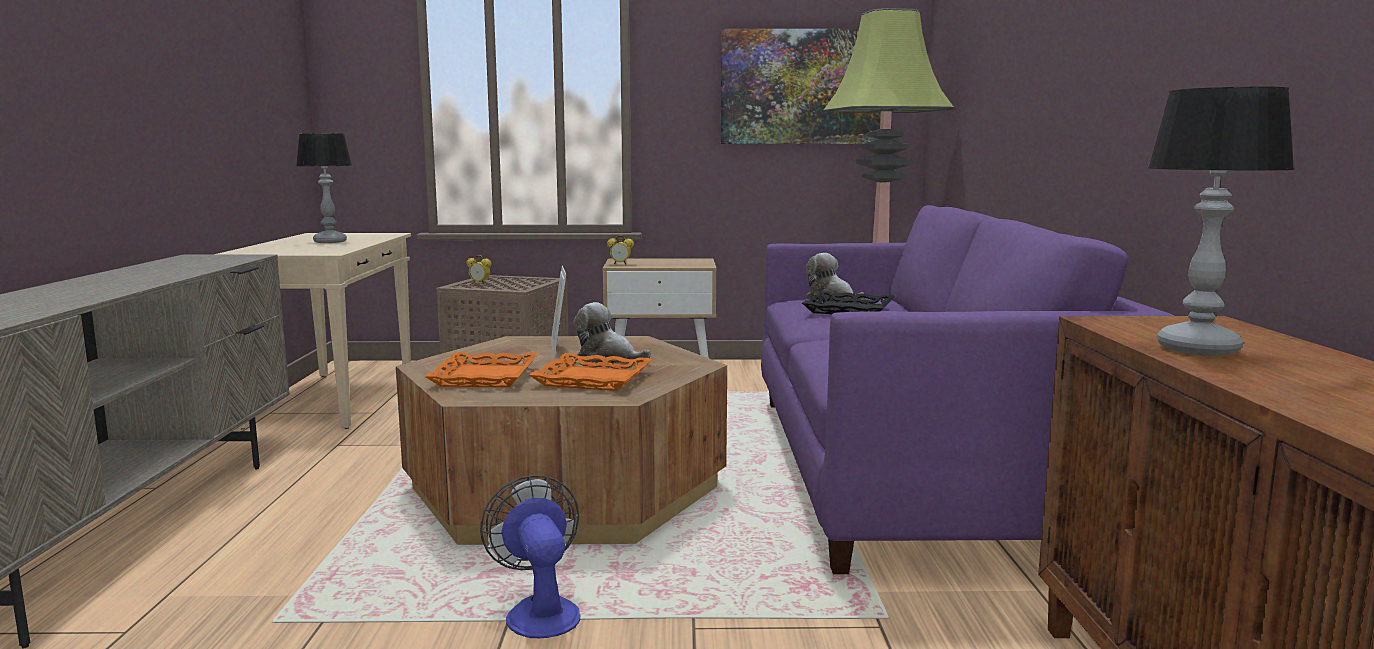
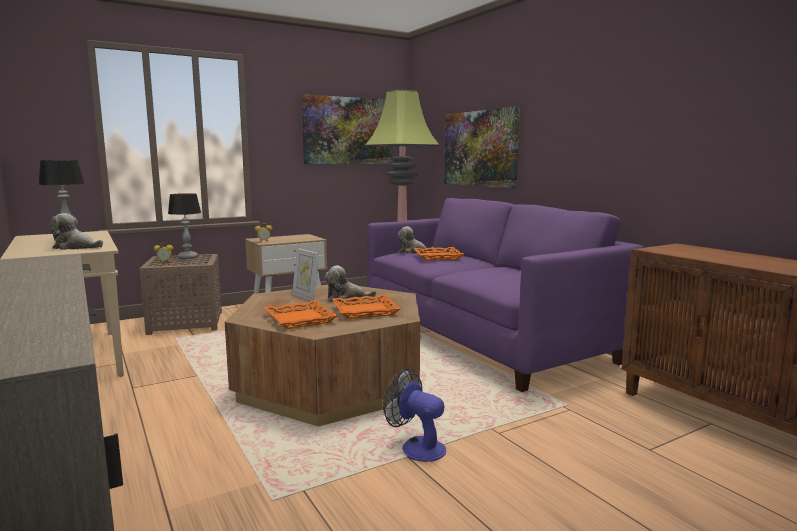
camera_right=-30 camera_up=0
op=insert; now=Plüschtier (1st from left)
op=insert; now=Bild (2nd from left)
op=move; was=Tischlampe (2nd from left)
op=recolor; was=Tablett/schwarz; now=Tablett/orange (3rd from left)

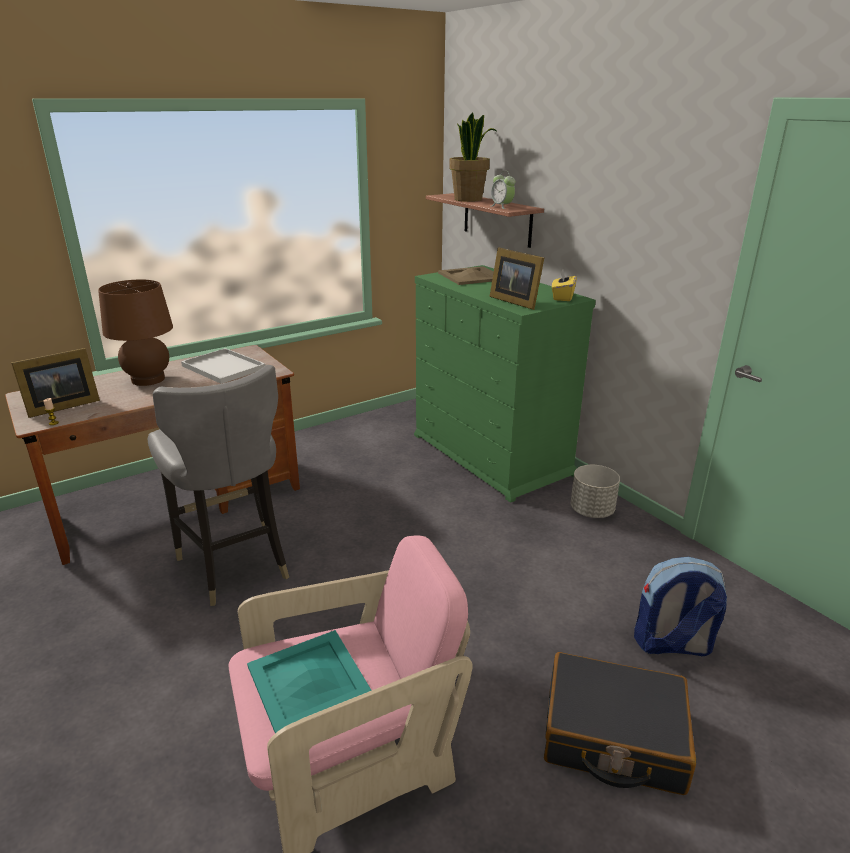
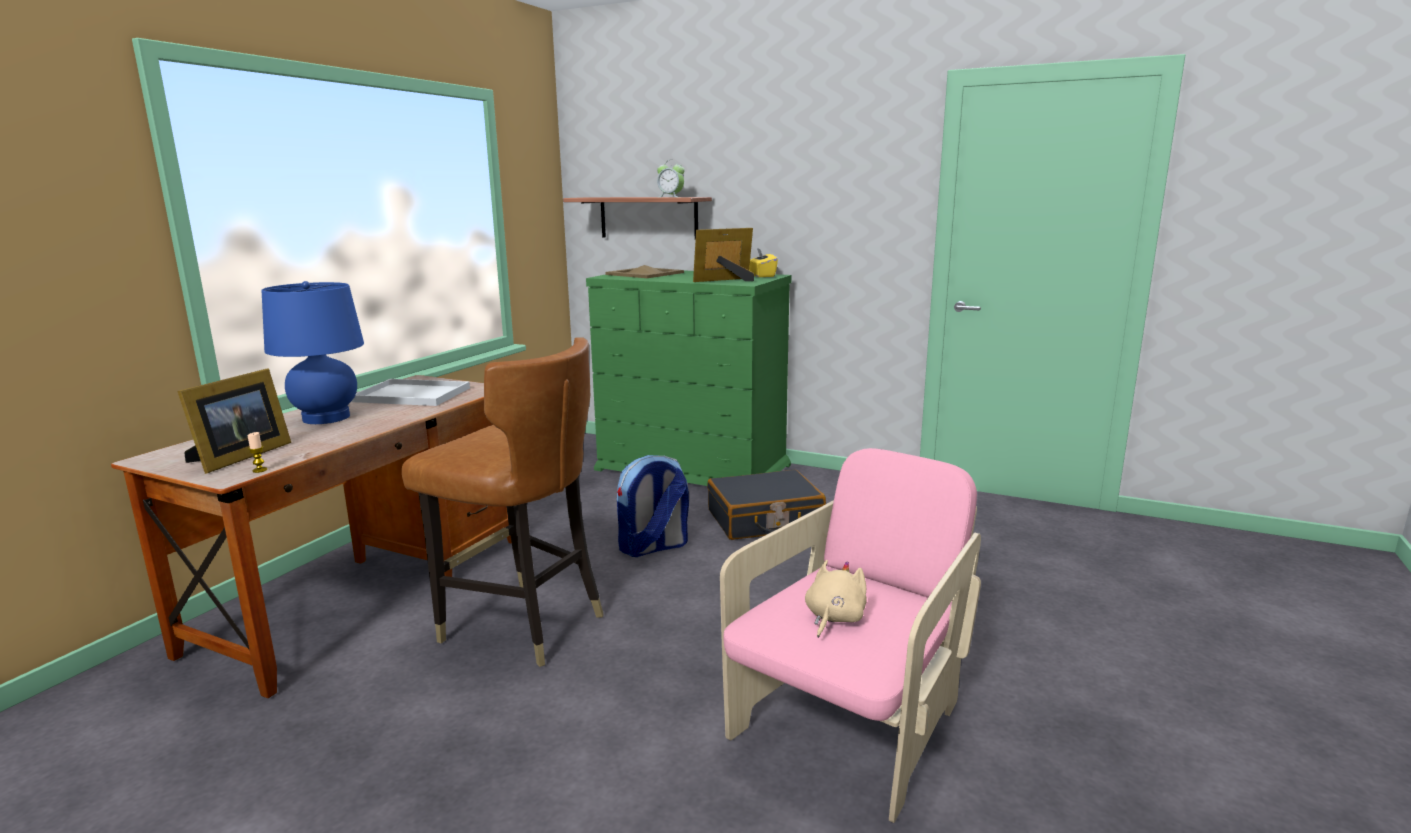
camera_right=-30 camera_up=-10
op=delete; was=Topfpflanze
op=delete; was=Pflanzkübel/grau
op=move; was=Koffer/schwarz
op=move; was=Rucksack
op=replace; was=Tablett/türkis; now=Plüschtier/beige
op=recolor; was=Tischlampe/braun; now=Tischlampe/blau
op=recolor; was=Stuhl/grau; now=Stuhl/braun
op=rotate; was=Bilderrahmen (2nd from left); clockwise=135

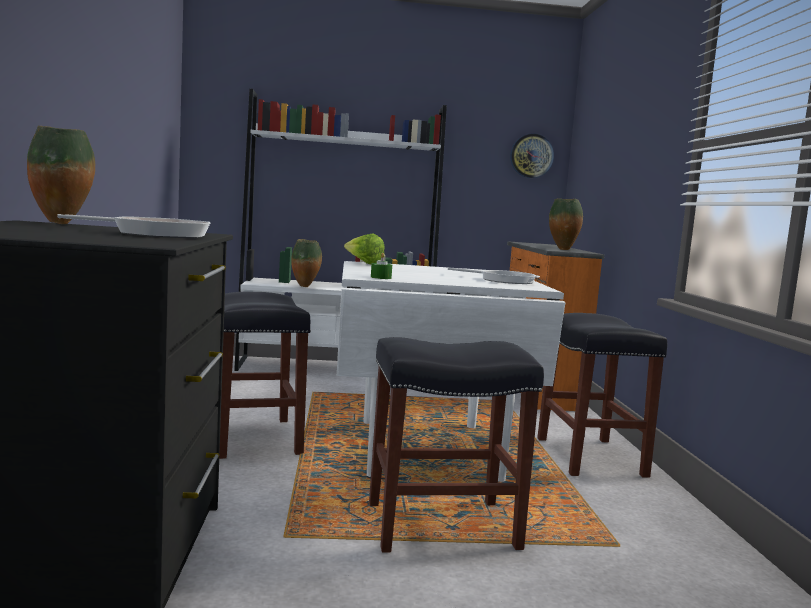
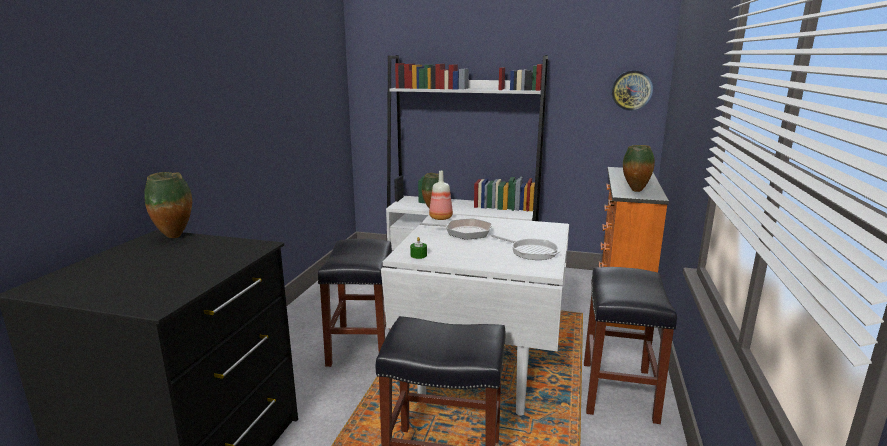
camera_right=20 camera_up=10
op=move; was=Pfanne (1st from left)
op=replace; was=Salatkopf; now=Flasche

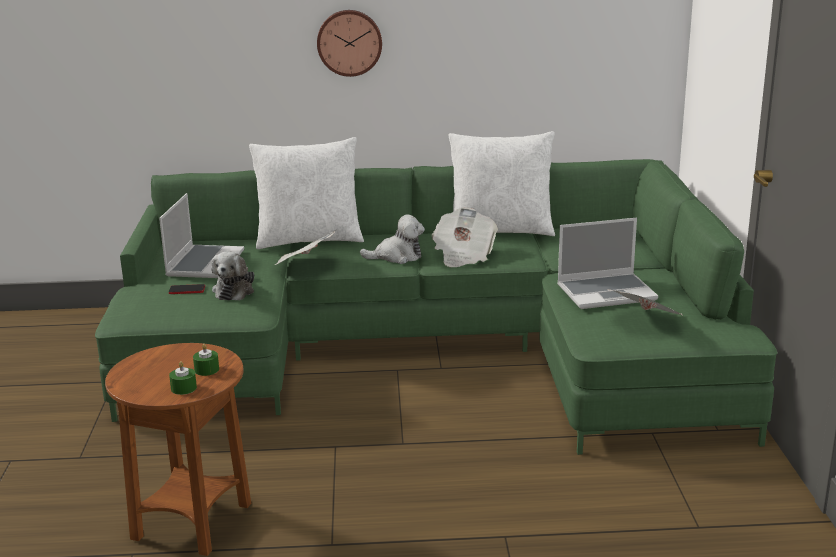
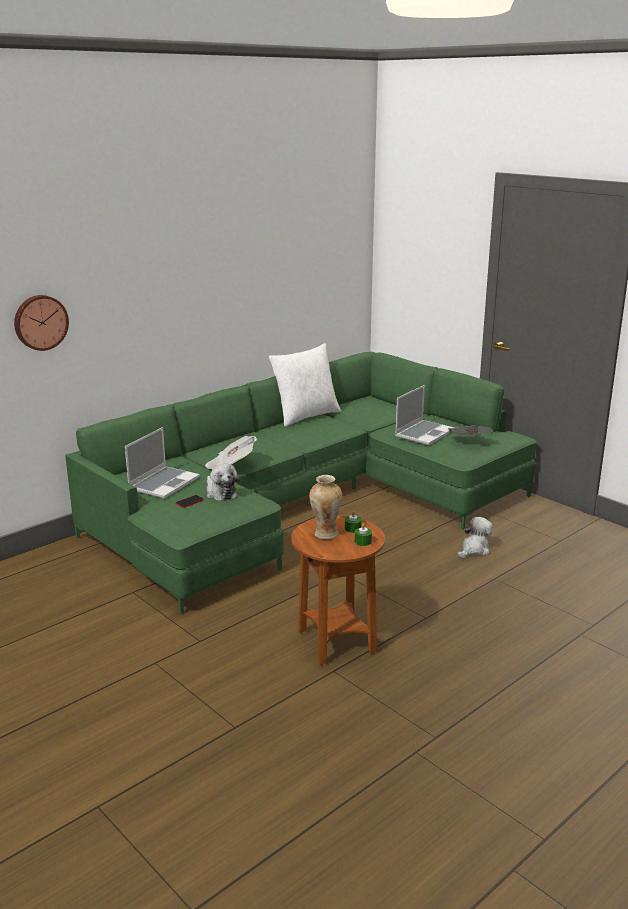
camera_right=-40 camera_up=0
op=delete; was=Kissen/weiß (1st from left)
op=delete; was=Zeitung (2nd from left)
op=insert; now=Vase
op=move; was=Wanduhr
op=move; was=Plüschtier (2nd from left)
op=rotate; was=Laptop (1st from left); clockwise=60

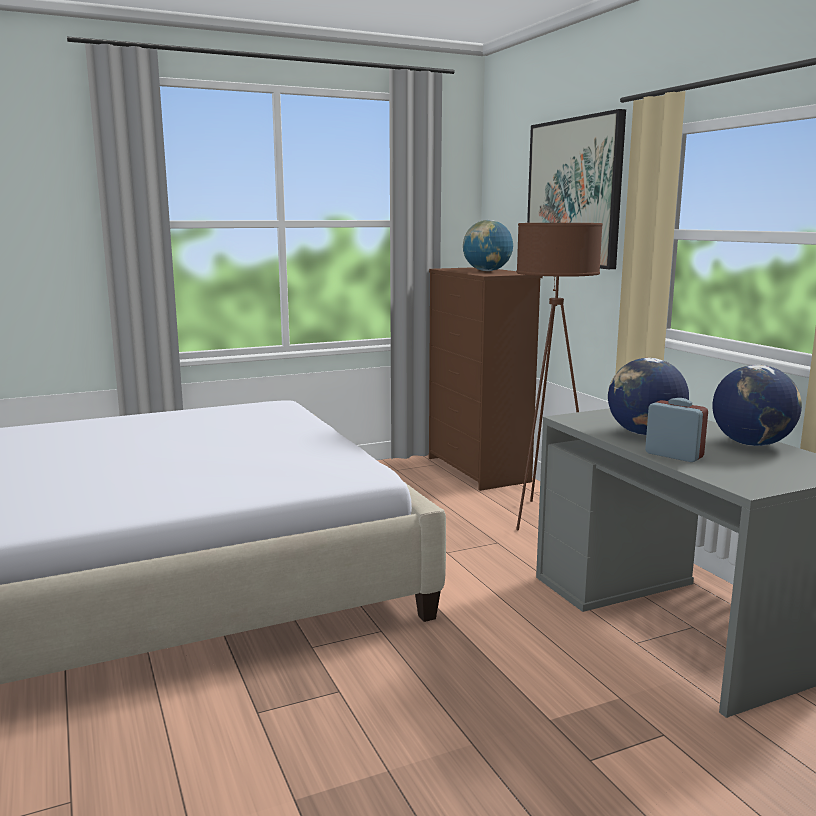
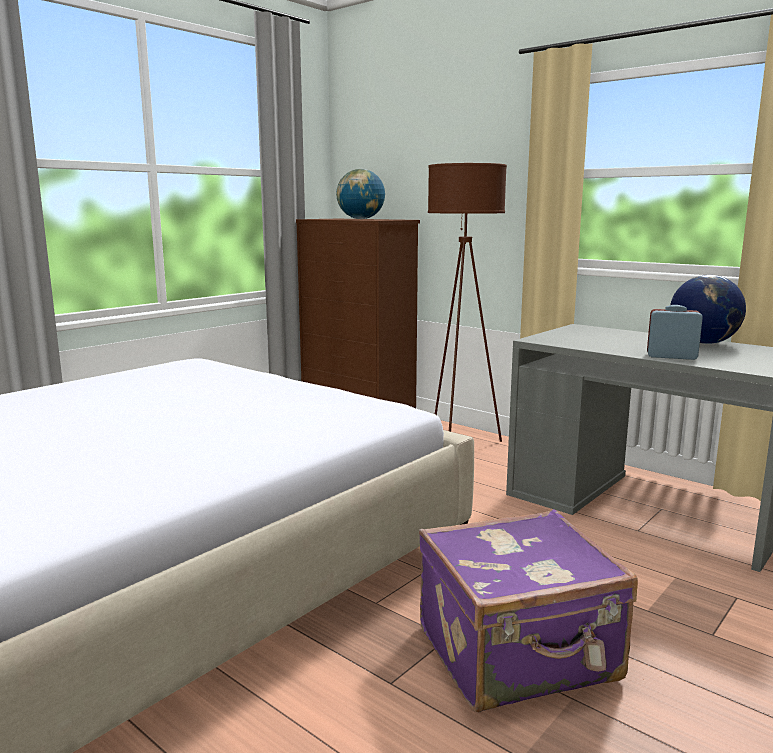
camera_right=-25 camera_up=0
op=delete; was=Bild
op=delete; was=Globus (2nd from left)
op=insert; now=Koffer/lila

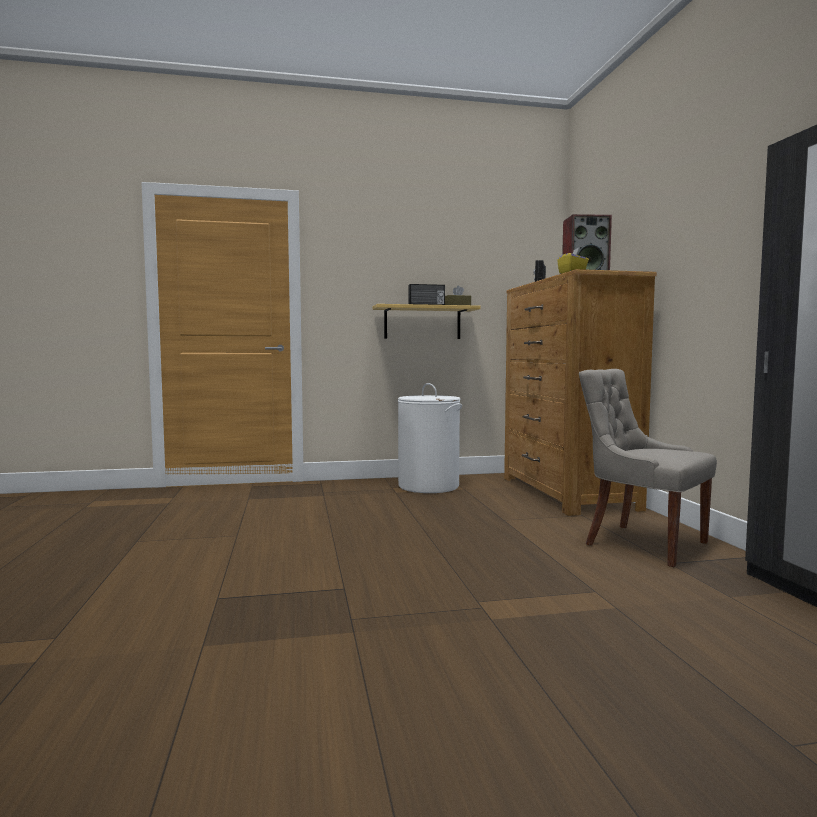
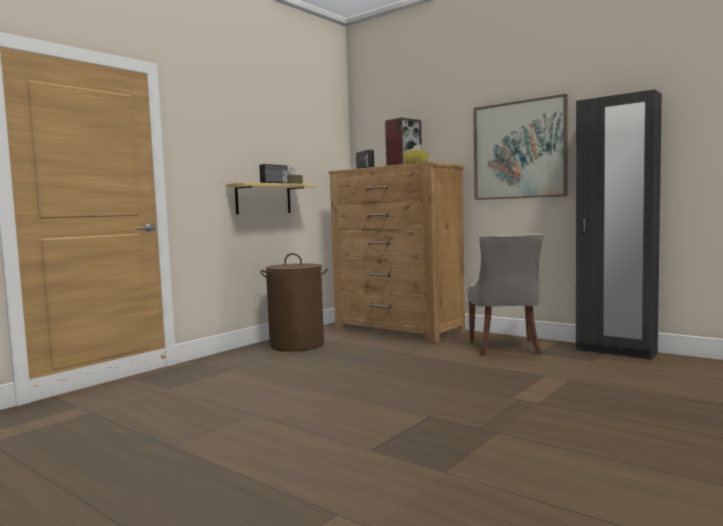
camera_right=-40 camera_up=0
op=insert; now=Bild
op=recolor; was=Wäschekorb/weiß; now=Wäschekorb/braun
op=rotate; was=Stuhl/grau; clockwise=-90

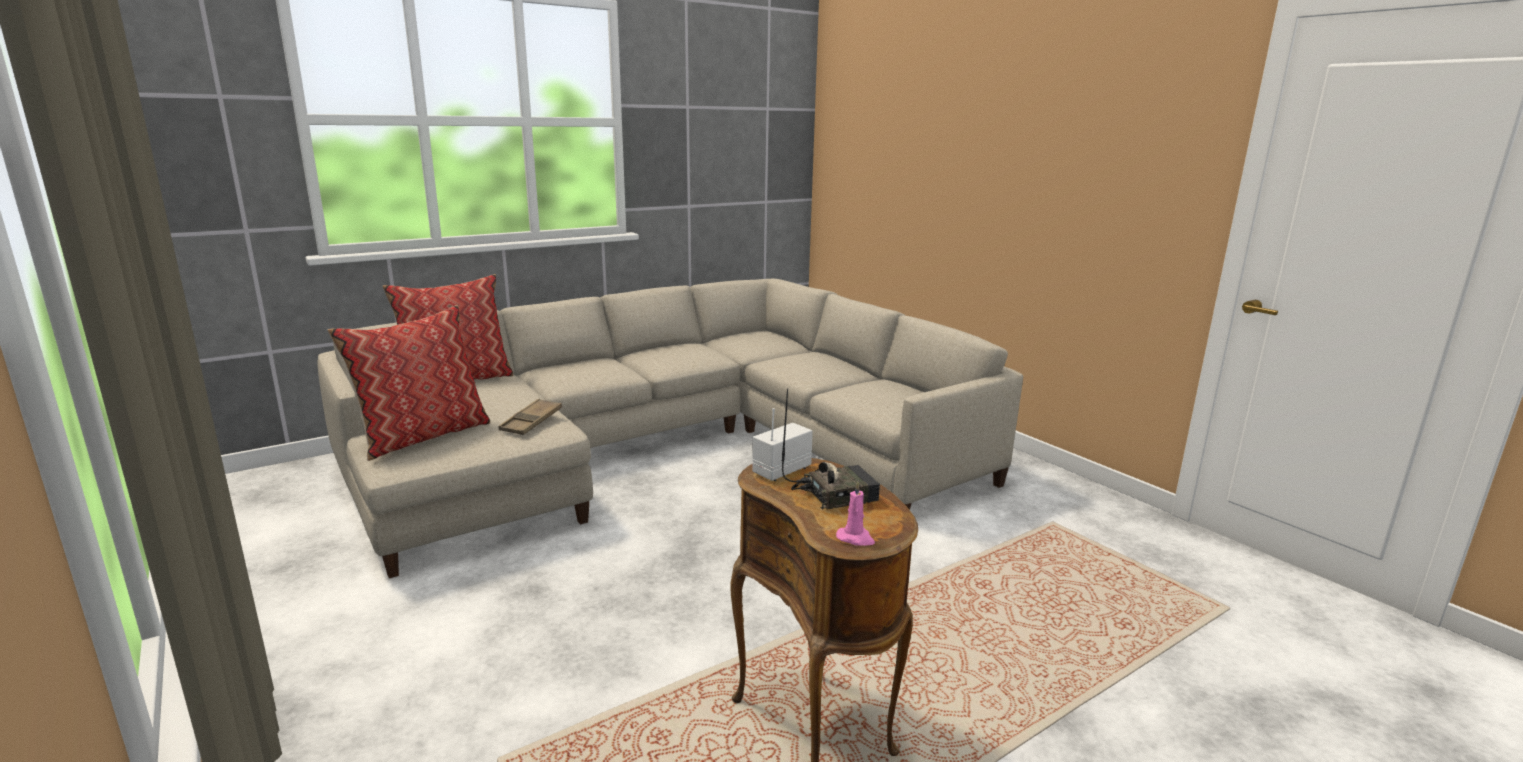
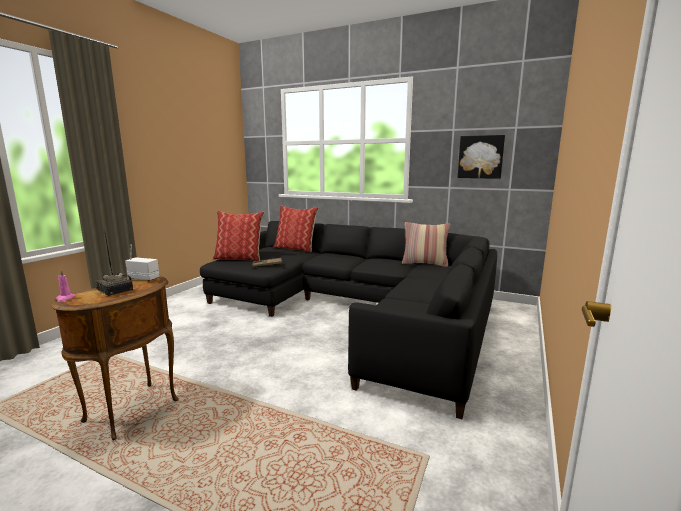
camera_right=60 camera_up=-5
op=insert; now=Kissen (3rd from left)
op=insert; now=Bild
op=recolor; was=Sofa/beige; now=Sofa/schwarz

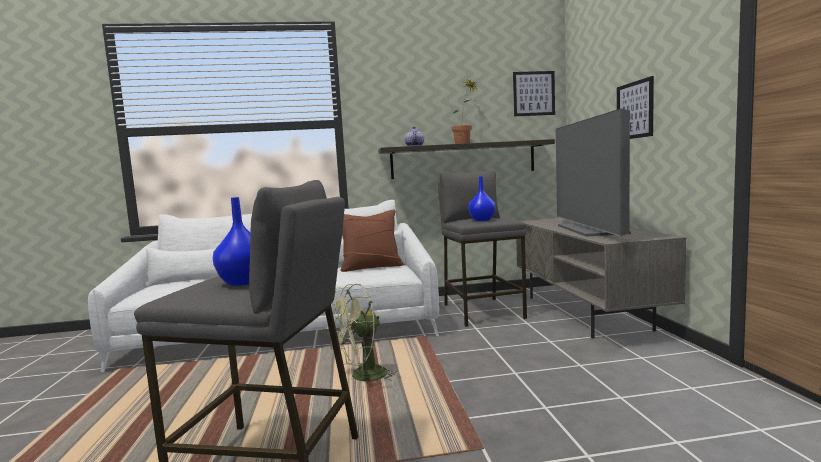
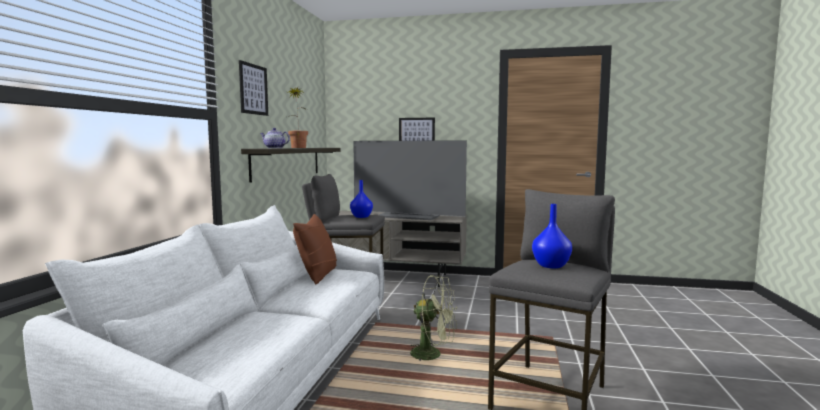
camera_right=-70 camera_up=0
op=move; was=Bild (1st from left)
op=rotate; was=Ventilator/grün; clockwise=-60

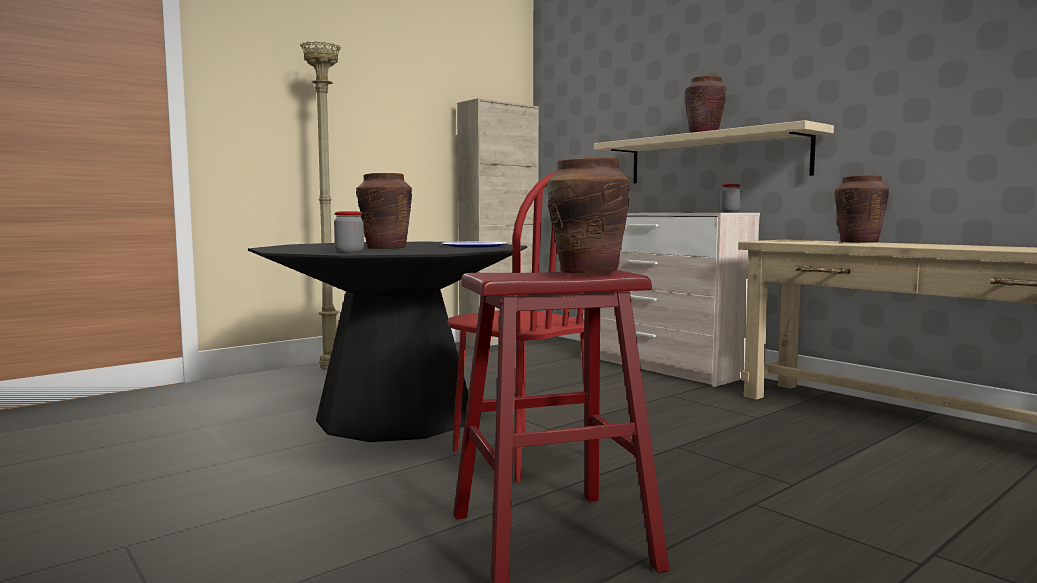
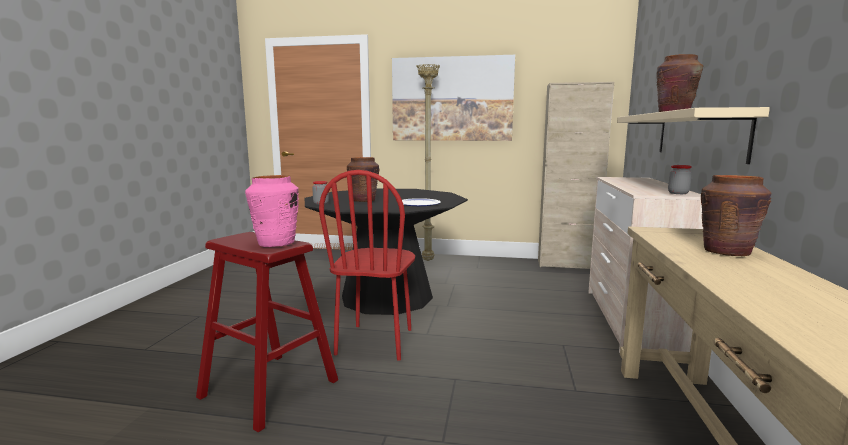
camera_right=50 camera_up=5
op=insert; now=Bild
op=recolor; was=Vase/braun (2nd from left); now=Vase/rosa

